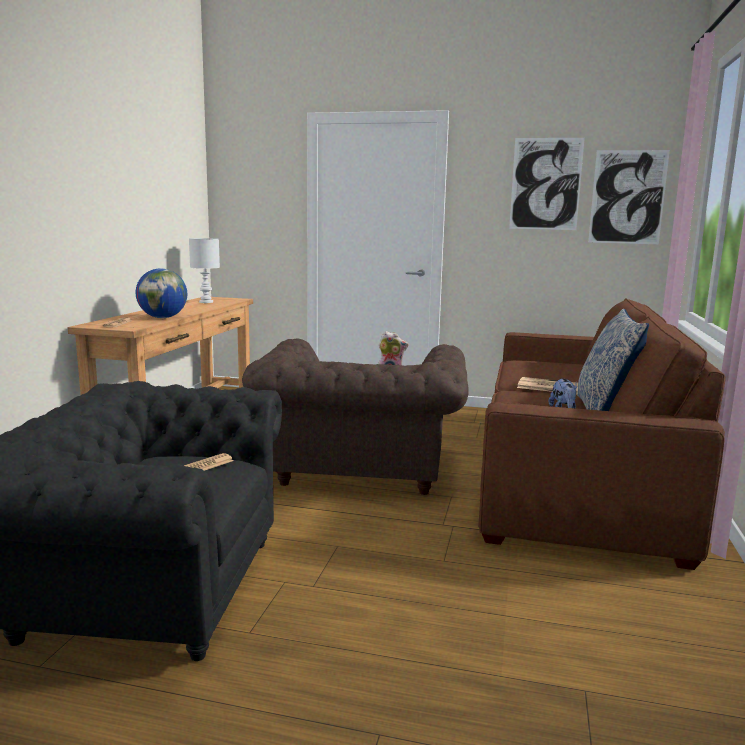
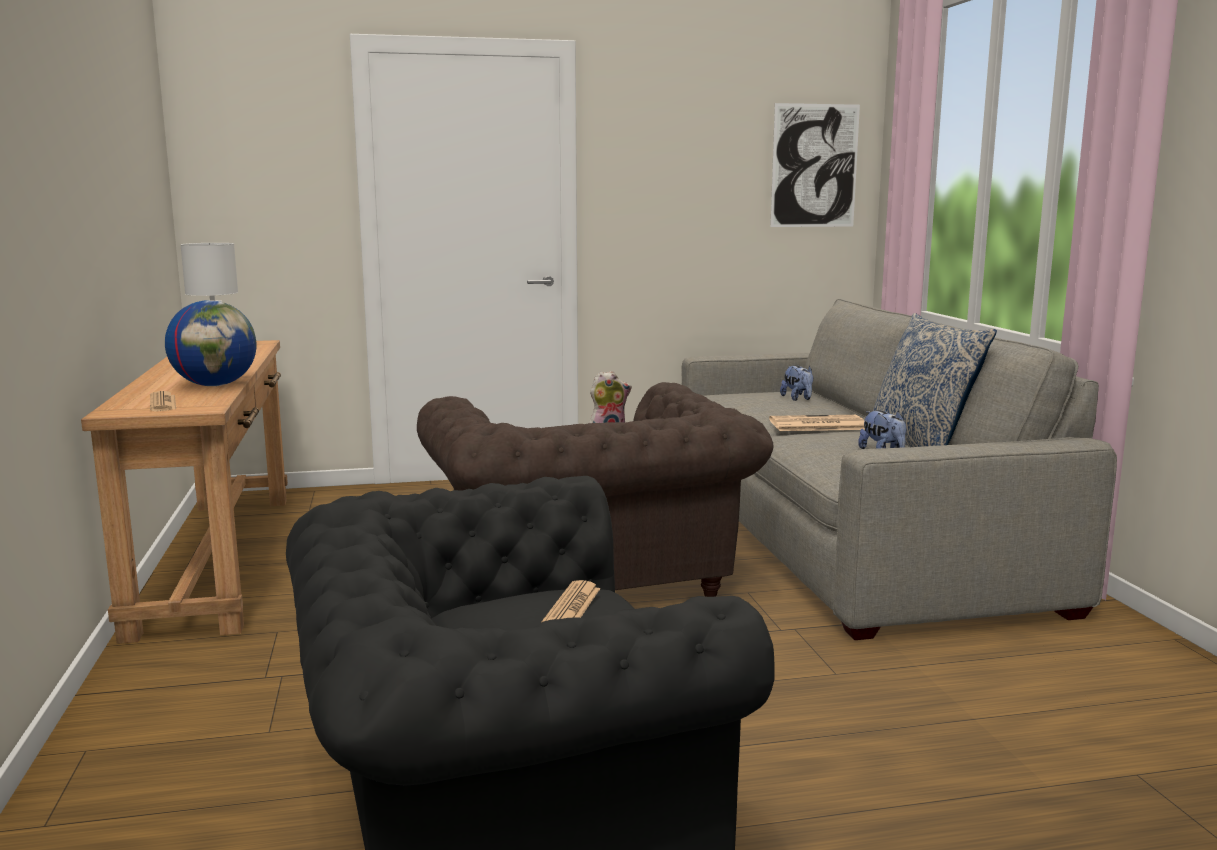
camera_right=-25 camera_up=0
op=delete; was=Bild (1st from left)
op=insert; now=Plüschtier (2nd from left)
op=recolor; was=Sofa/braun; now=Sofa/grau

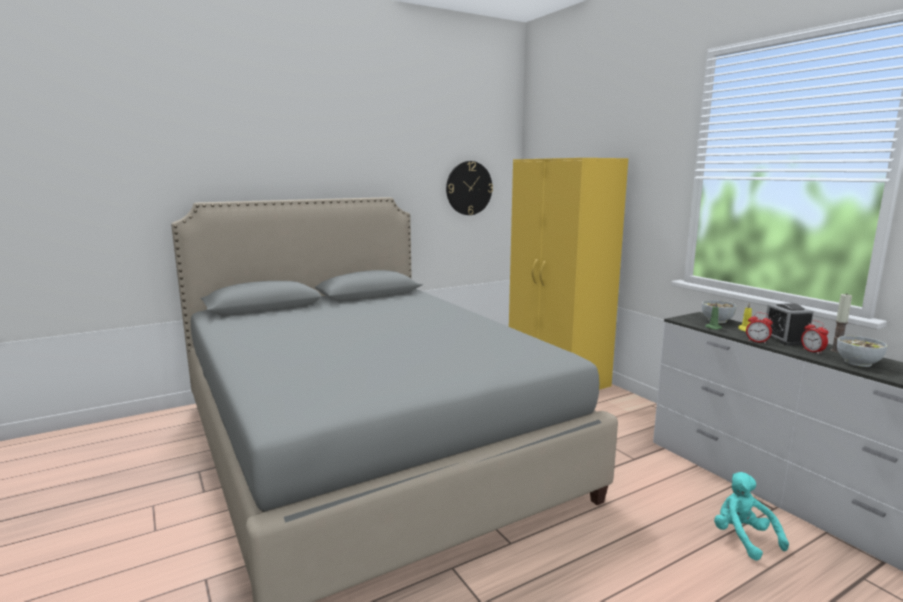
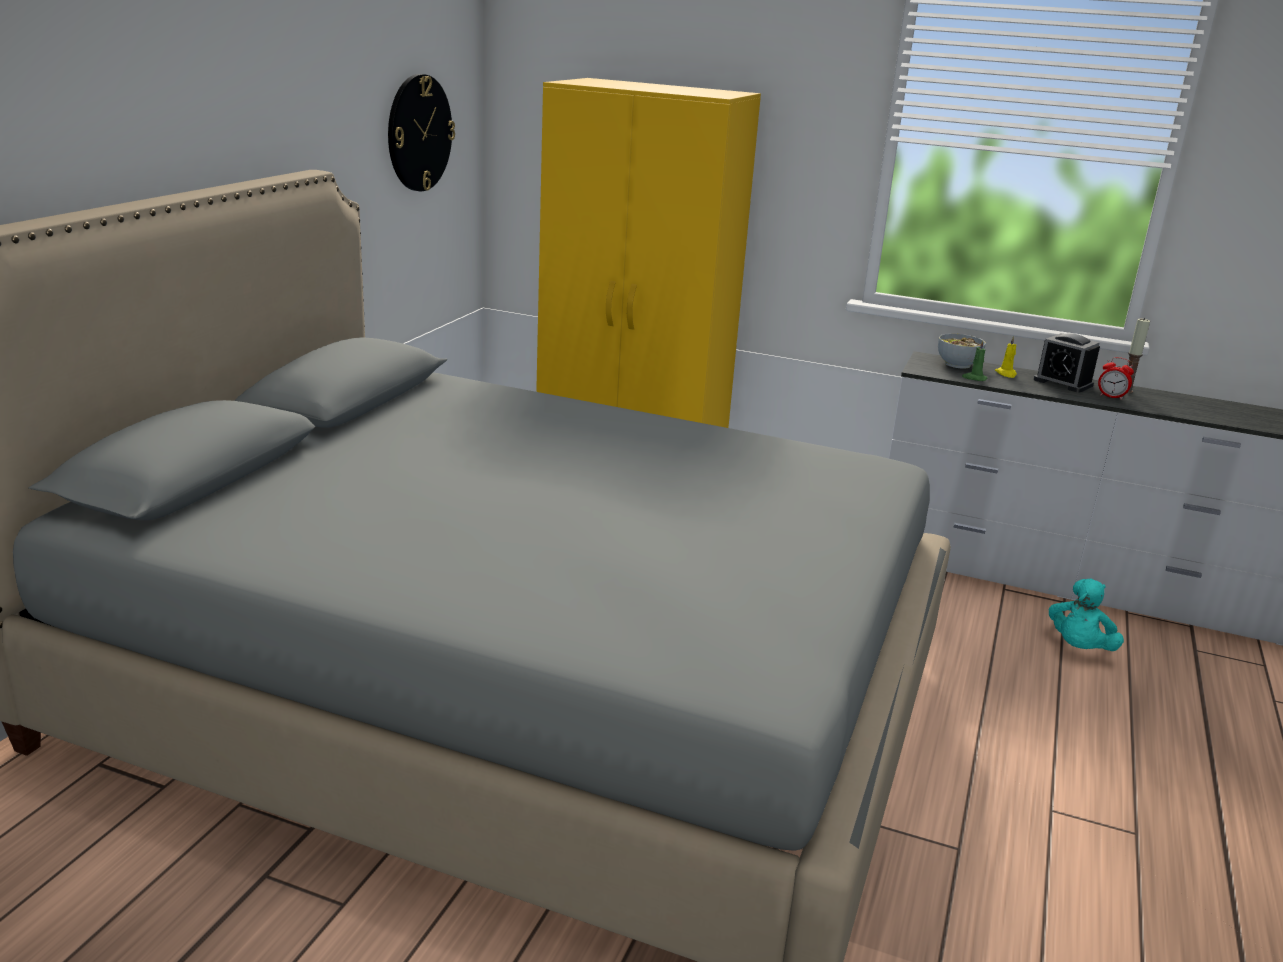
camera_right=-40 camera_up=10
op=delete; was=Wecker (1st from left)
op=delete; was=Schüssel (2nd from left)
op=rotate; was=Plüschtier/türkis; clockwise=-90

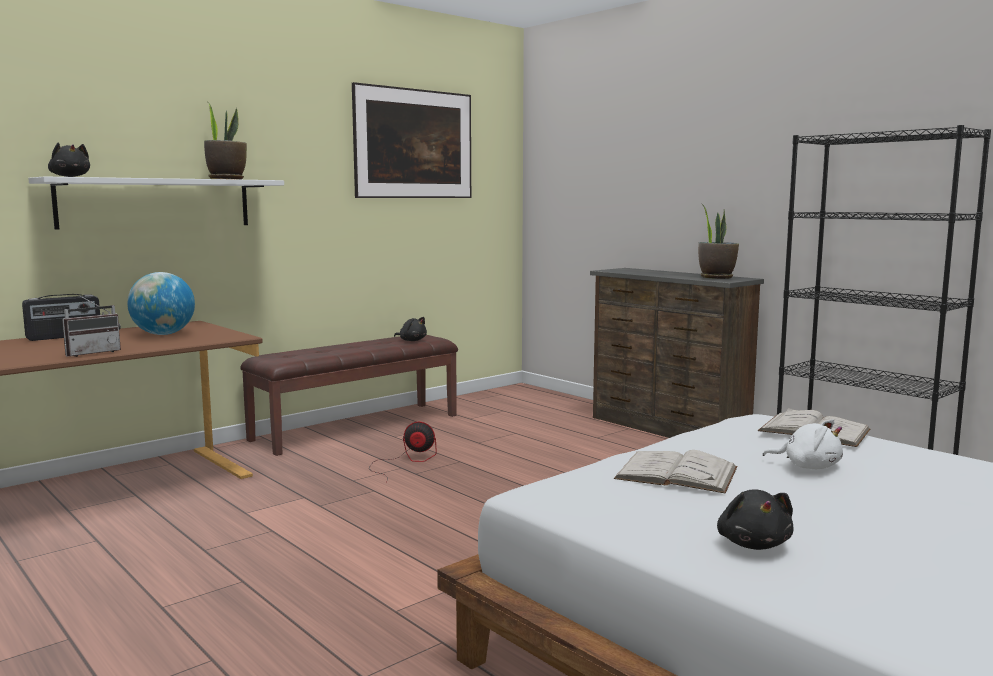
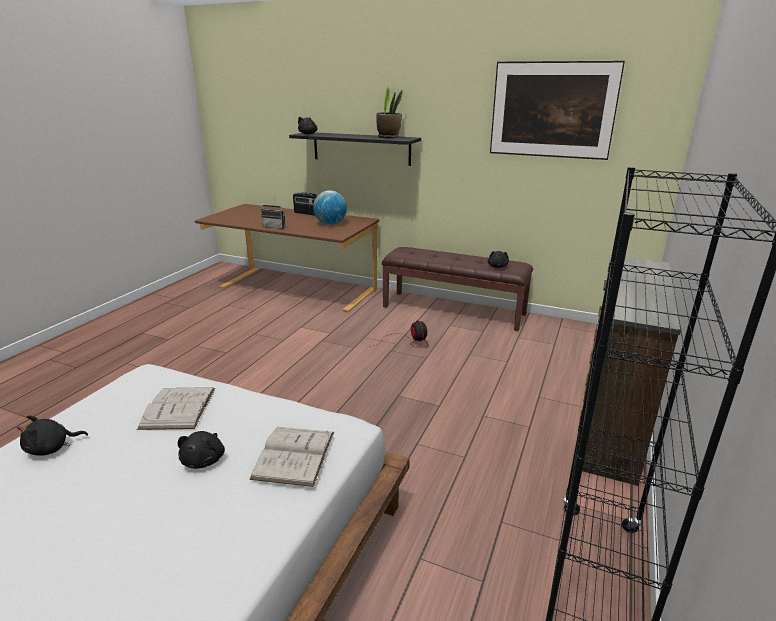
camera_right=65 camera_up=15
op=delete; was=Topfpflanze (2nd from left)
op=recolor; was=Wandregal/weiß; now=Wandregal/schwarz
op=recolor; was=Plüschtier/weiß; now=Plüschtier/schwarz (2nd from left)

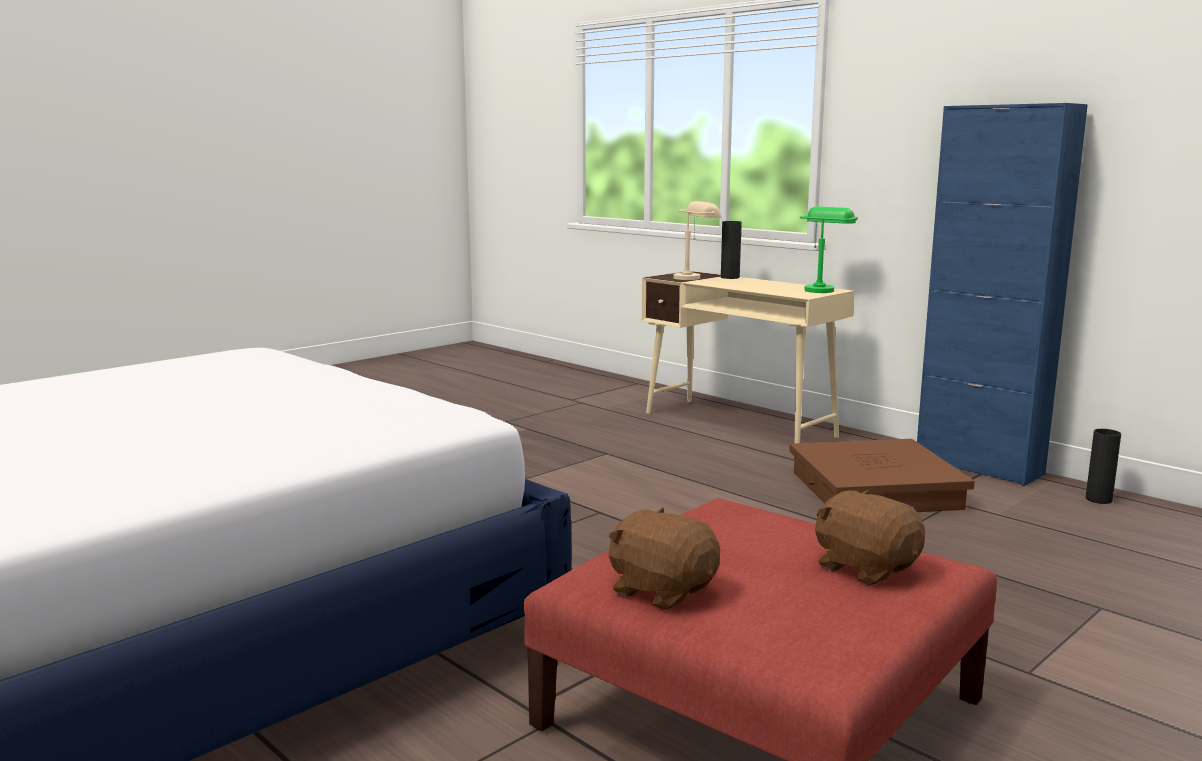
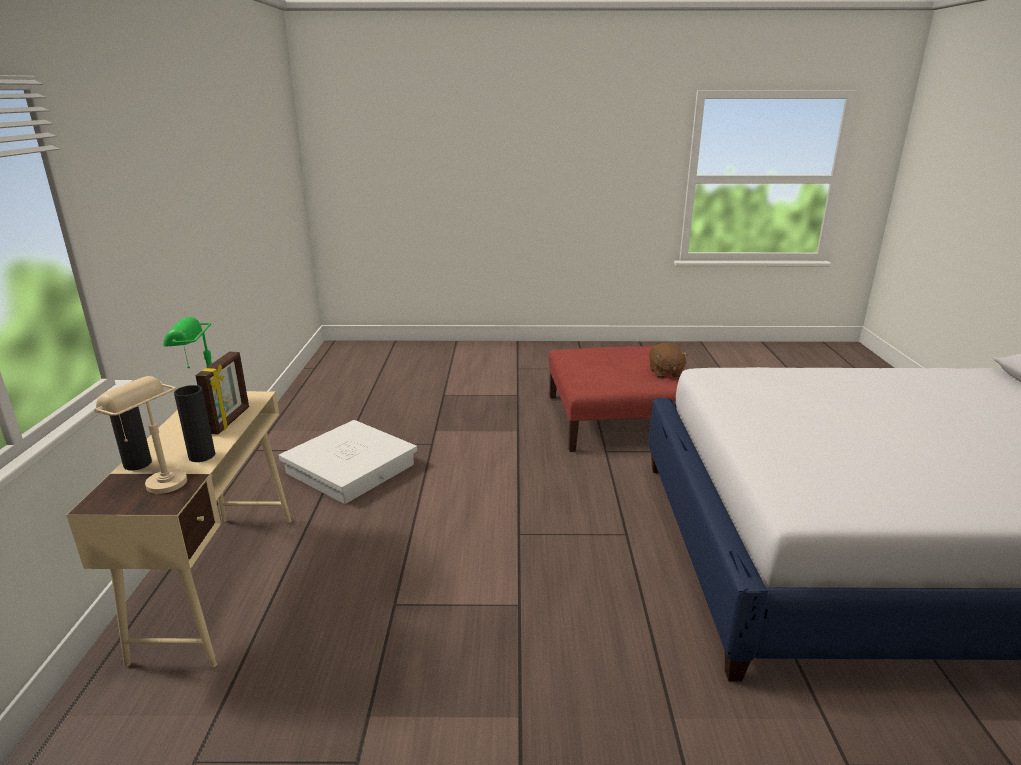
camera_right=-135 camera_up=10
op=delete; was=Plüschtier/braun (2nd from left)
op=delete; was=Schrank/blau
op=insert; now=Bilderrahmen
op=move; was=Vase/schwarz (2nd from left)
op=recolor; was=Aufbewahrungsbox/braun; now=Aufbewahrungsbox/weiß

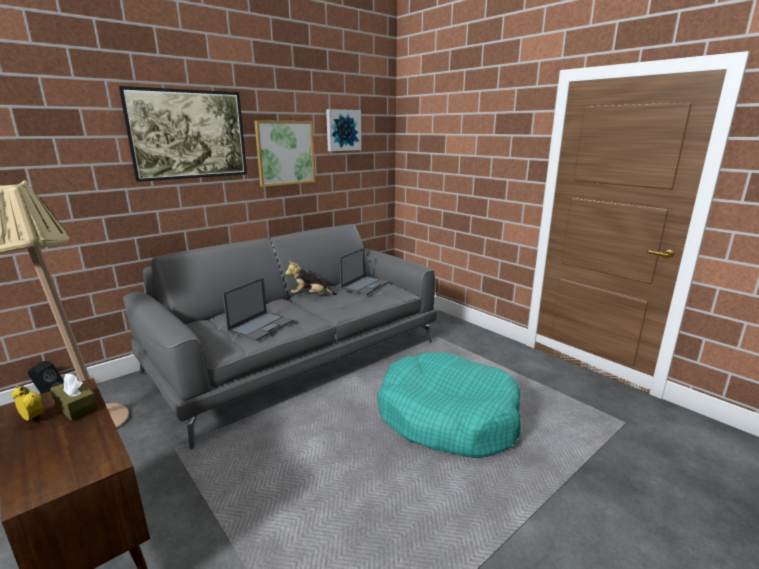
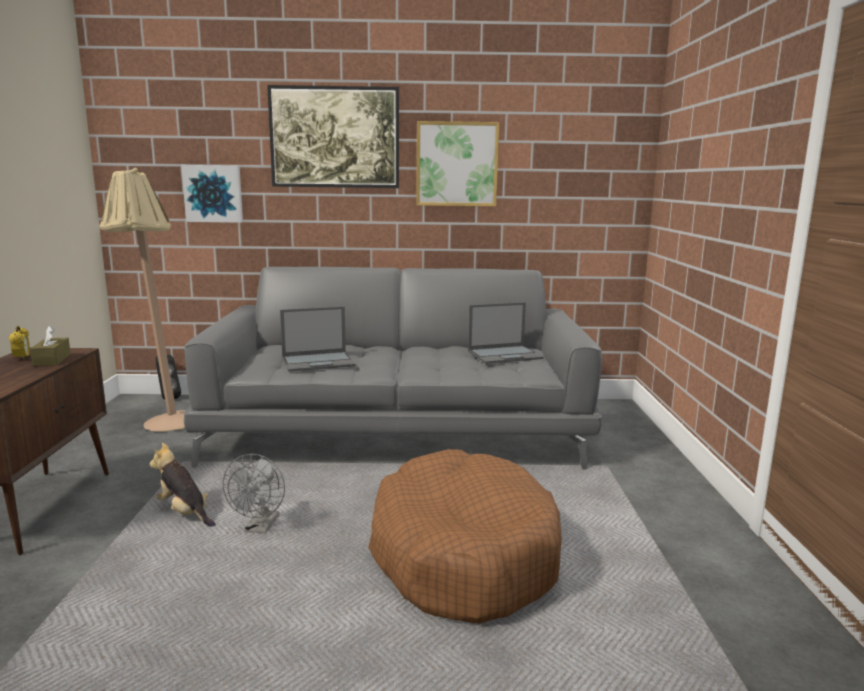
camera_right=40 camera_up=-5
op=insert; now=Ventilator/grau
op=move; was=Plüschtier
op=move; was=Bild (3rd from left in the first image); now=Bild (1st from left)
op=recolor; was=Hundebett/türkis; now=Hundebett/braun

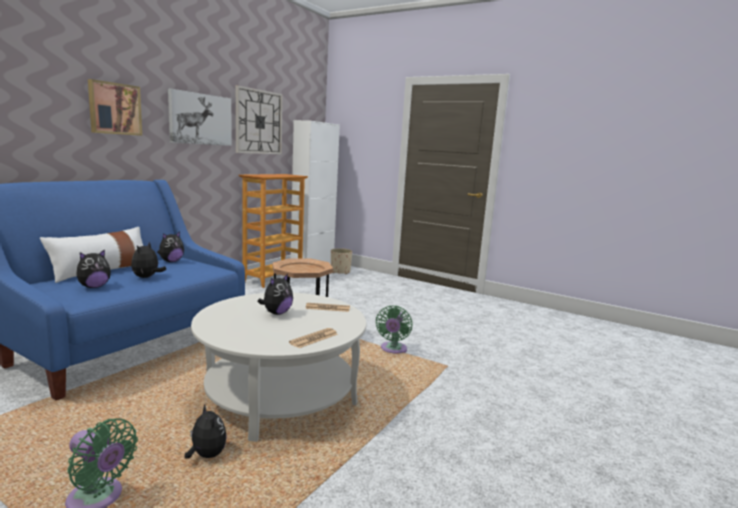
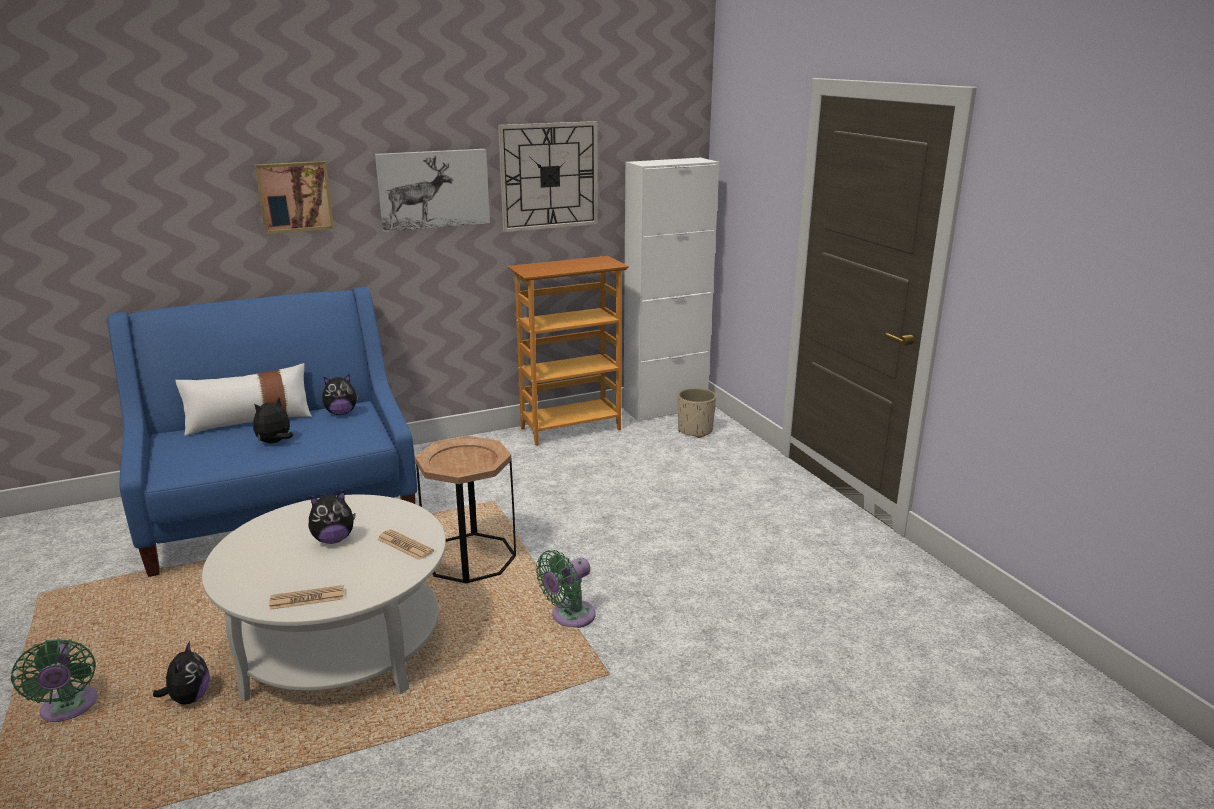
camera_right=35 camera_up=10
op=delete; was=Plüschtier (1st from left)

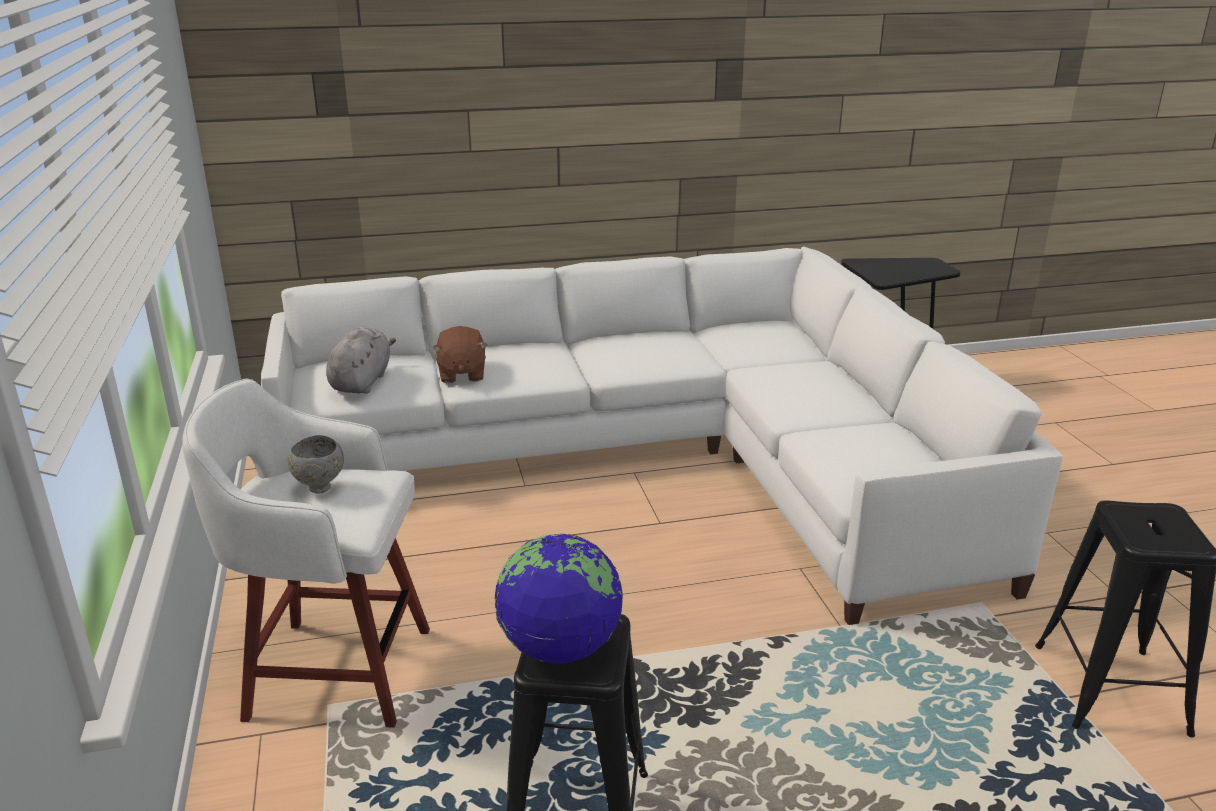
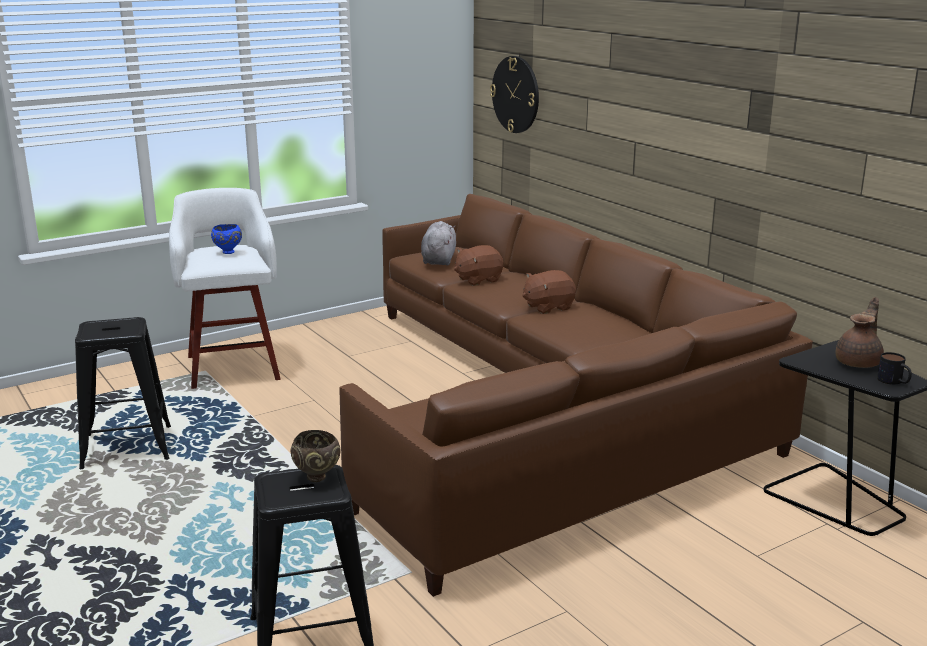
camera_right=70 camera_up=-5
op=delete; was=Globus
op=insert; now=Schüssel/braun
op=insert; now=Wanduhr
op=insert; now=Plüschtier/braun (2nd from left)
op=insert; now=Teekanne/braun
op=insert; now=Henkelbecher
op=recolor; was=Sofa/weiß; now=Sofa/braun
op=recolor; was=Schüssel/grau; now=Schüssel/blau
op=rotate; was=Plüschtier/grau; clockwise=-75

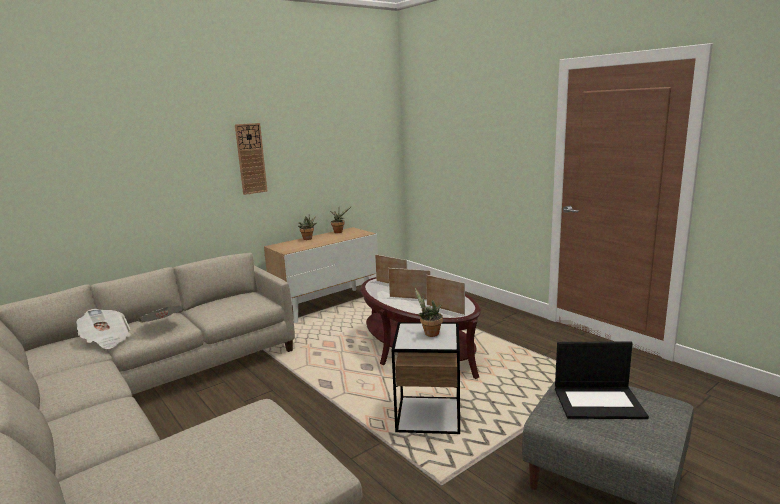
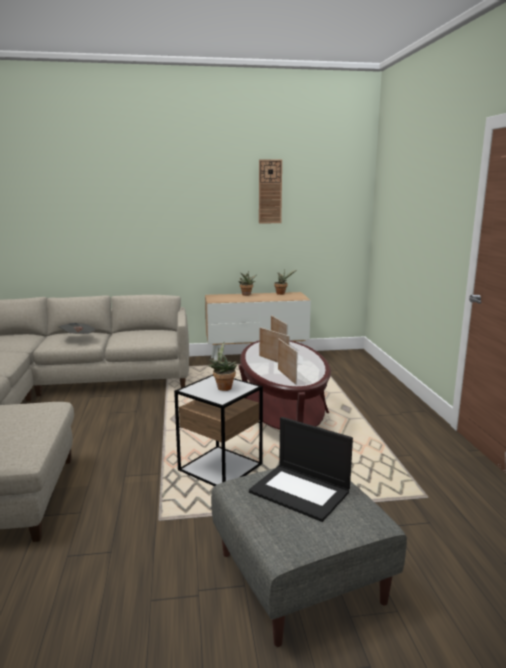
camera_right=30 camera_up=0
op=delete; was=Zeitung (1st from left)
op=move; was=Wanduhr

